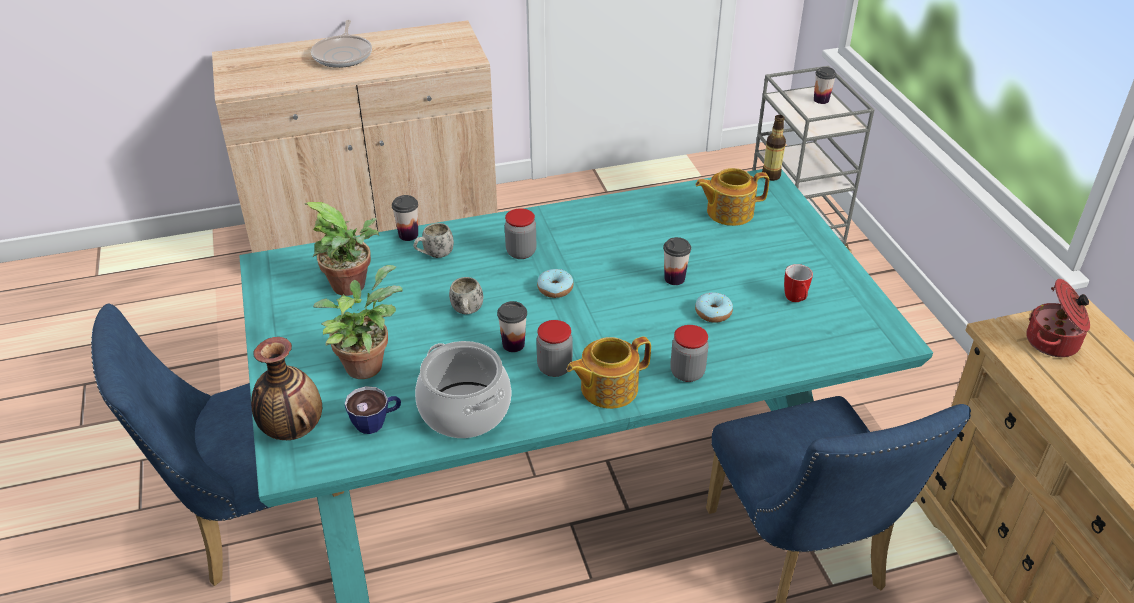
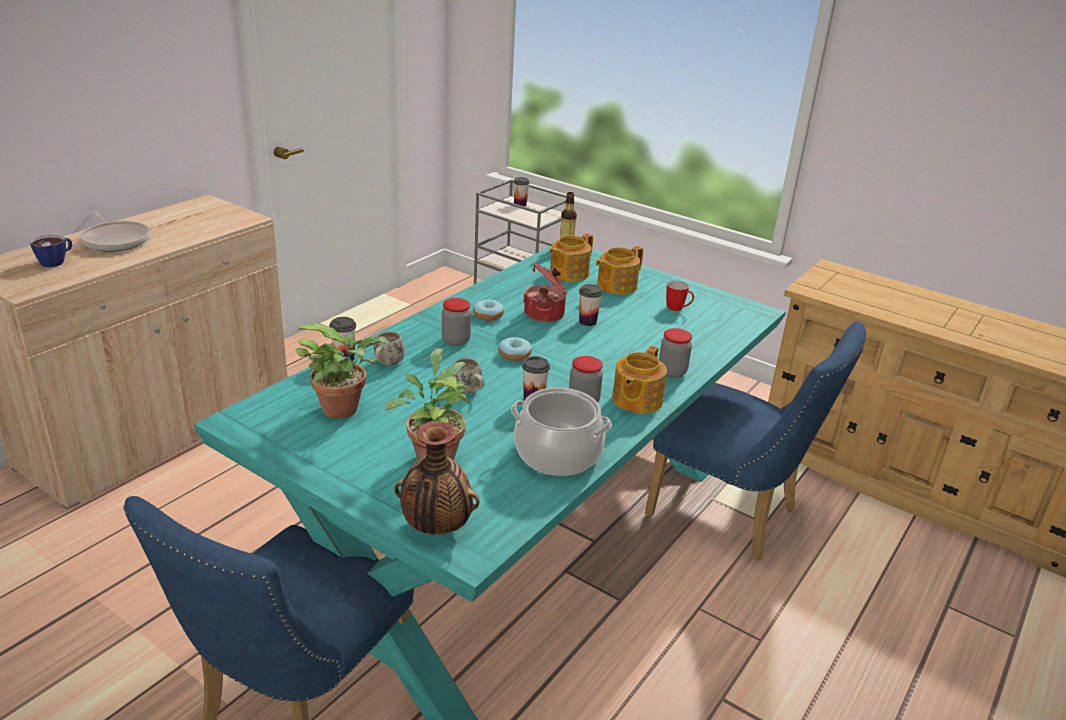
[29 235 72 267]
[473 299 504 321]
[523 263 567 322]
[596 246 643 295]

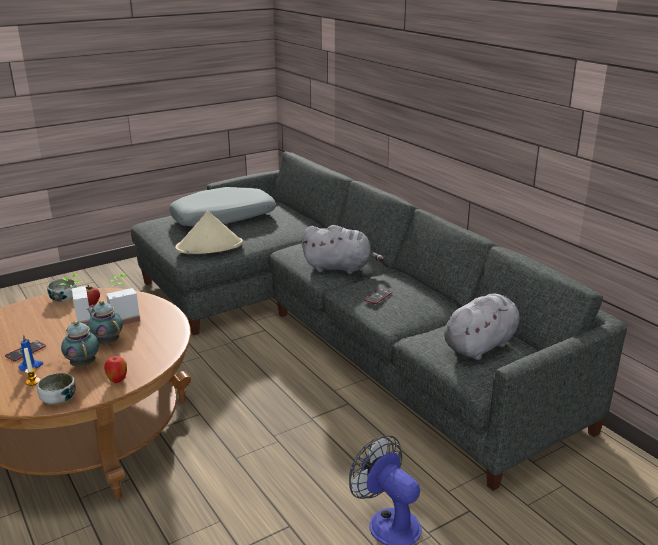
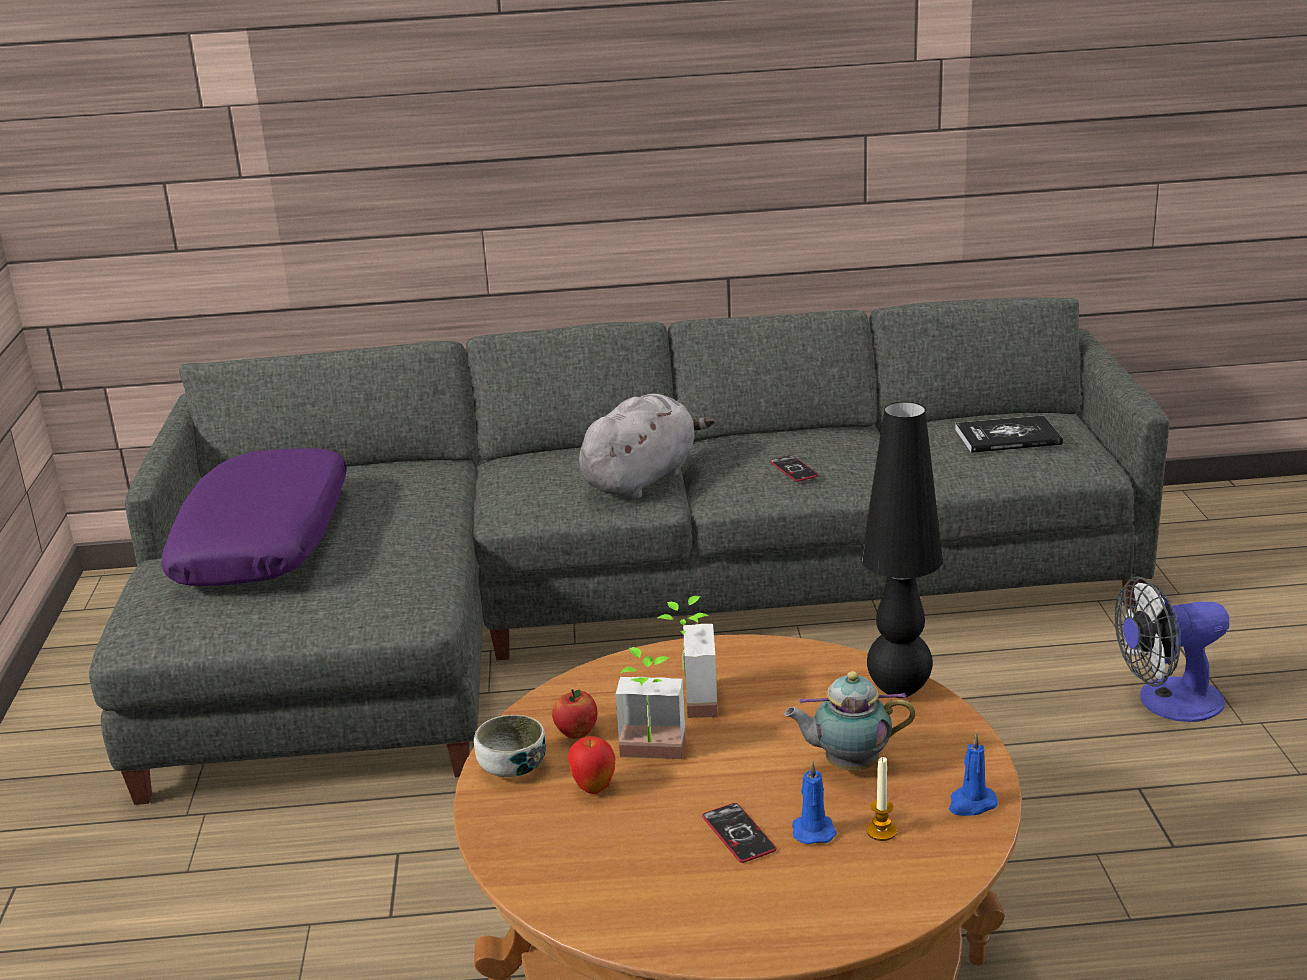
[949 732 998 816]
[87 300 123 345] (first image)
[568 736 615 794]
[161 448 347 586]
[175 211 243 254] (first image)
[955 415 1063 453]
[861 402 943 698]

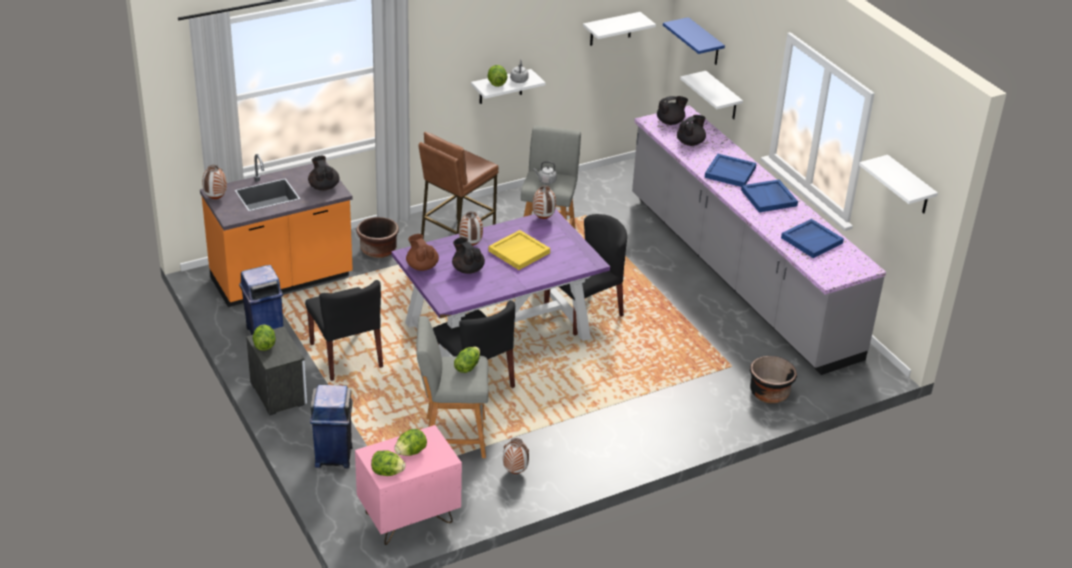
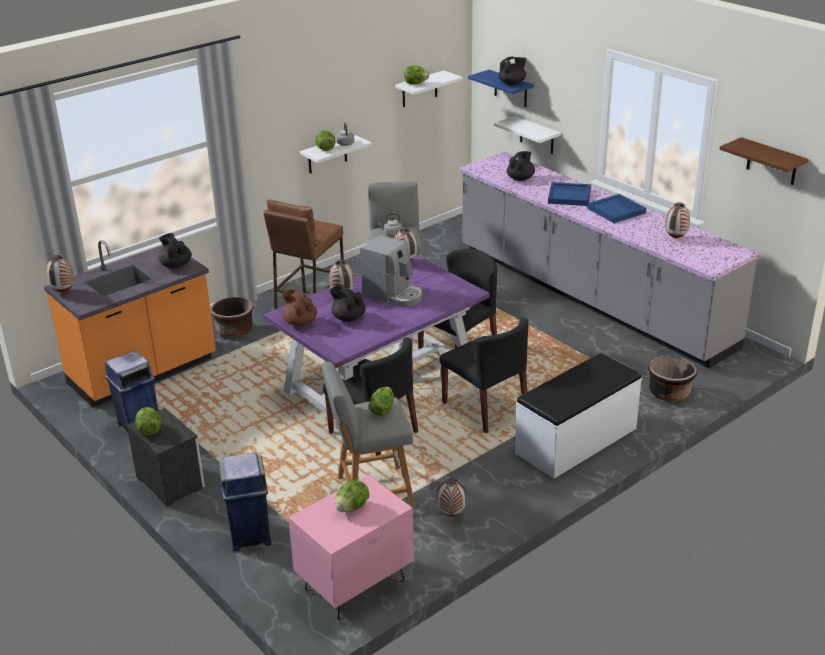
[439 318 529 433]
[404 65 429 84]
[360 235 422 307]
[498 57 526 85]
[665 202 690 238]
[719 137 809 185]
[515 353 642 478]

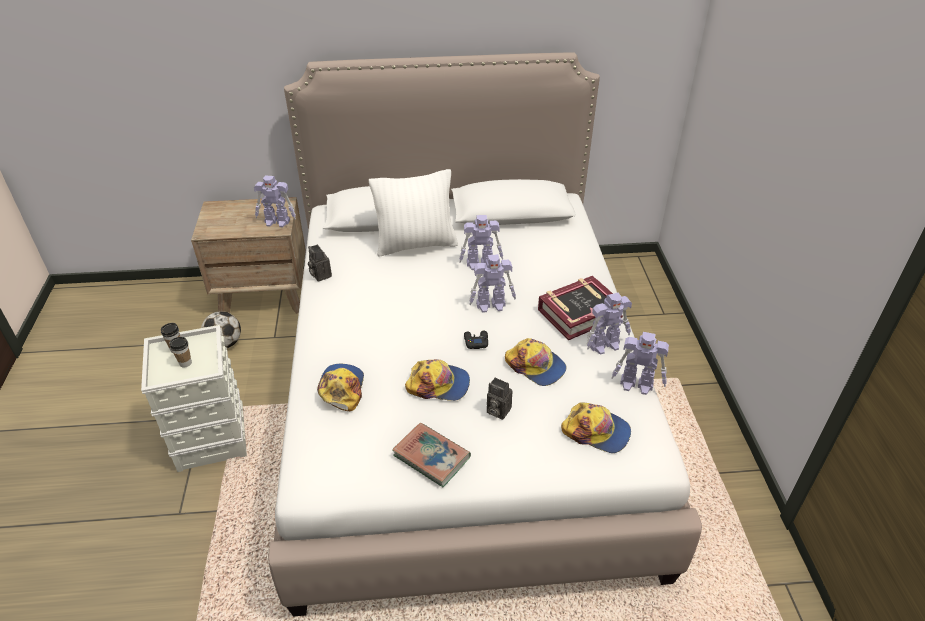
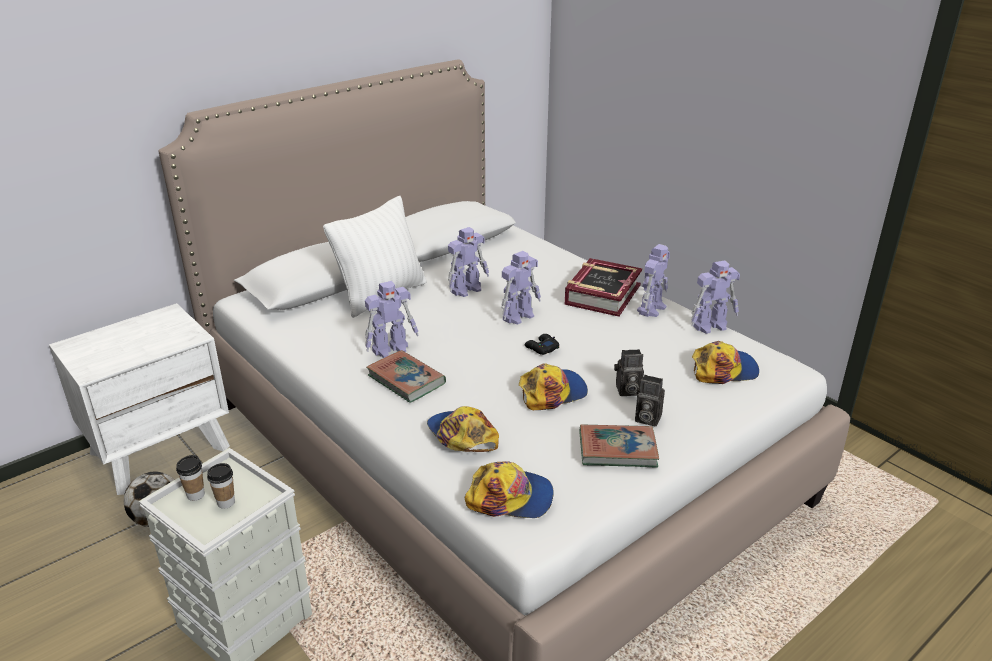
[49 303 230 495]
[365 281 419 358]
[635 375 665 427]
[465 461 554 518]
[366 350 446 403]

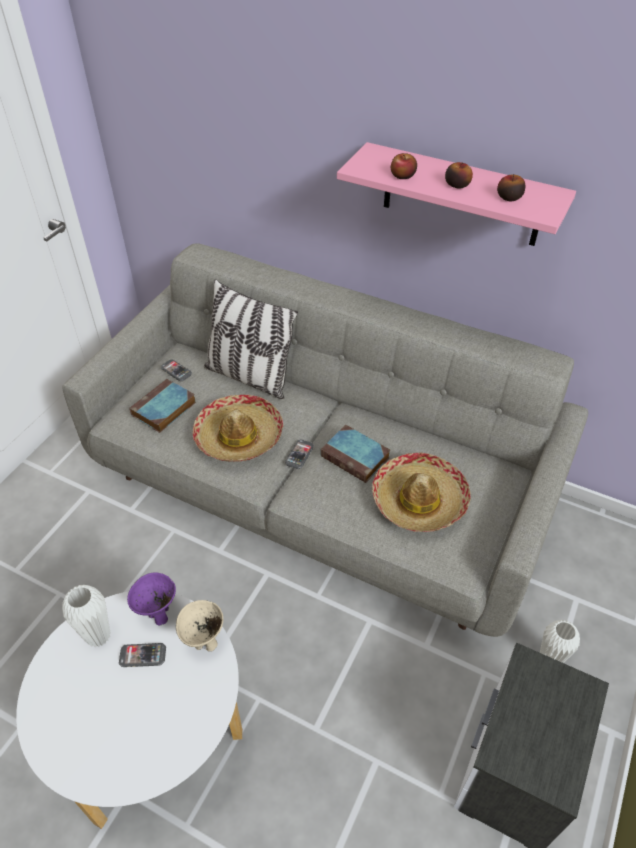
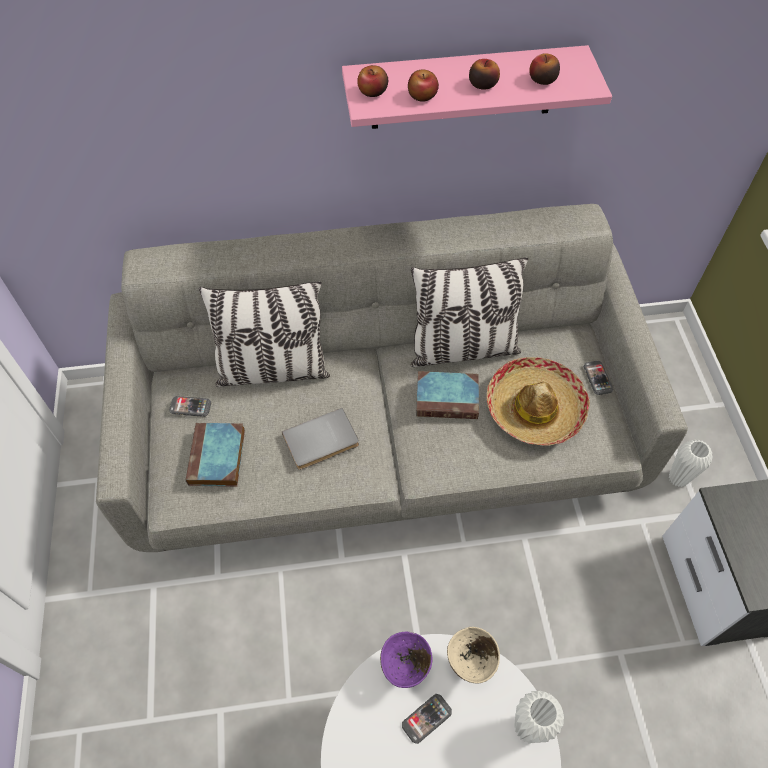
[514 691 564 743]
[282 408 359 470]
[583 360 613 395]
[357 65 388 97]
[411 257 528 367]

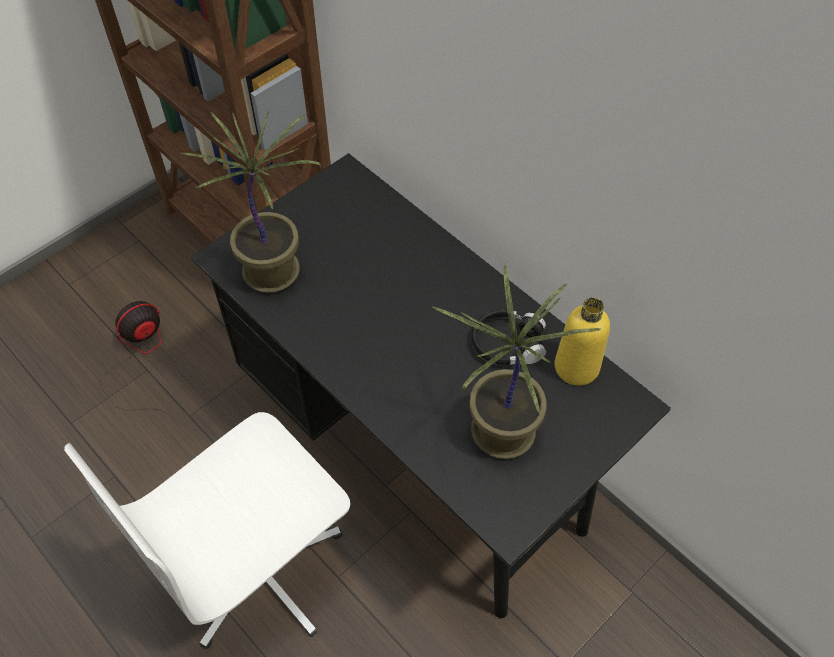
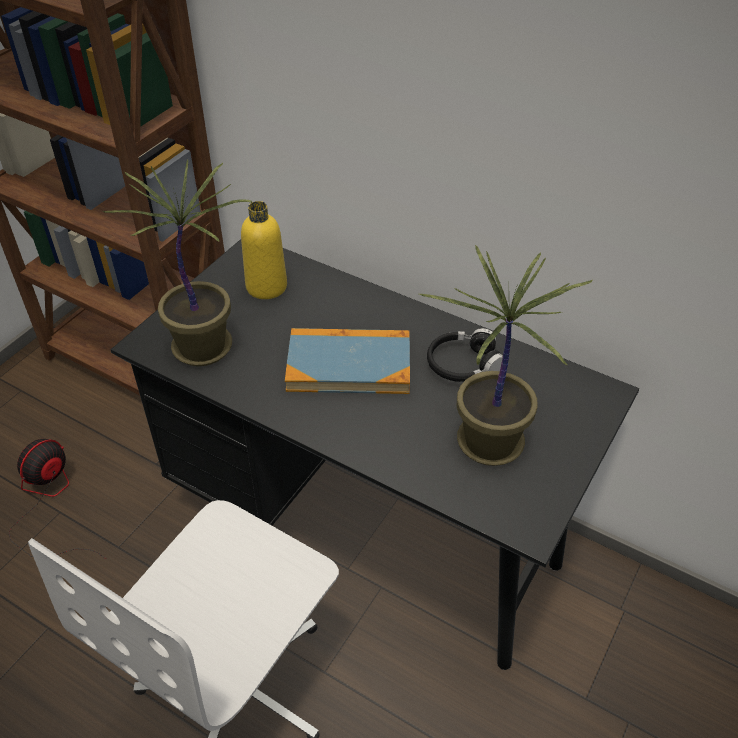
[241 201 287 299]
[285 328 410 394]

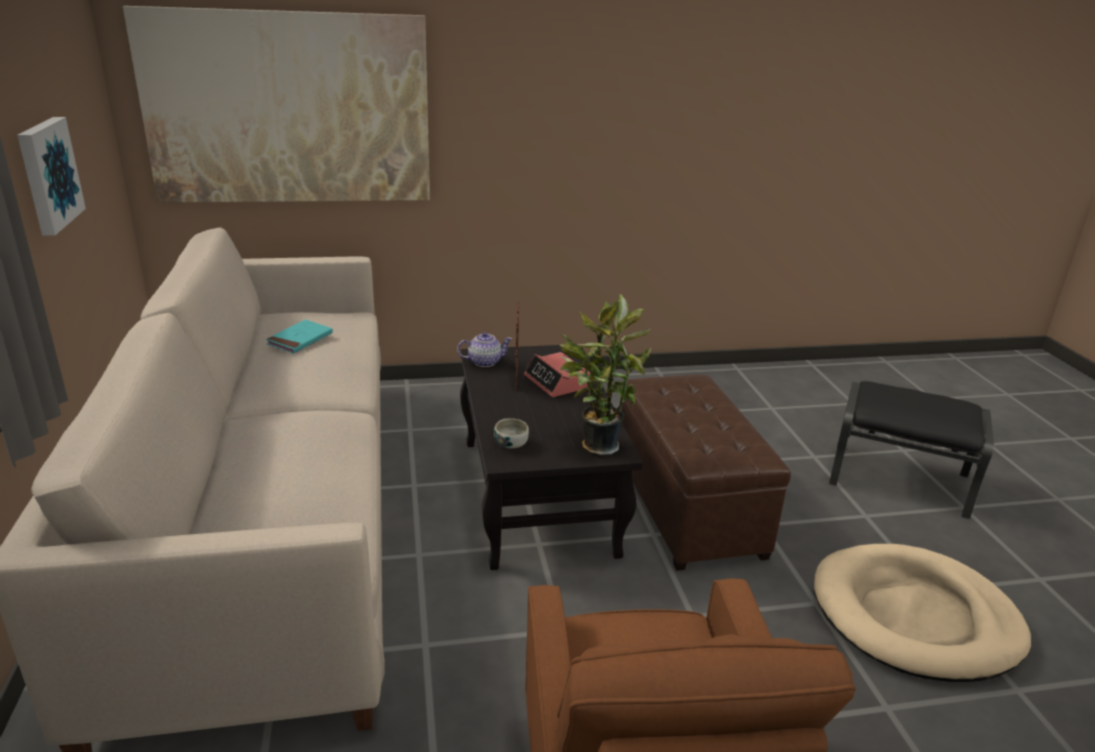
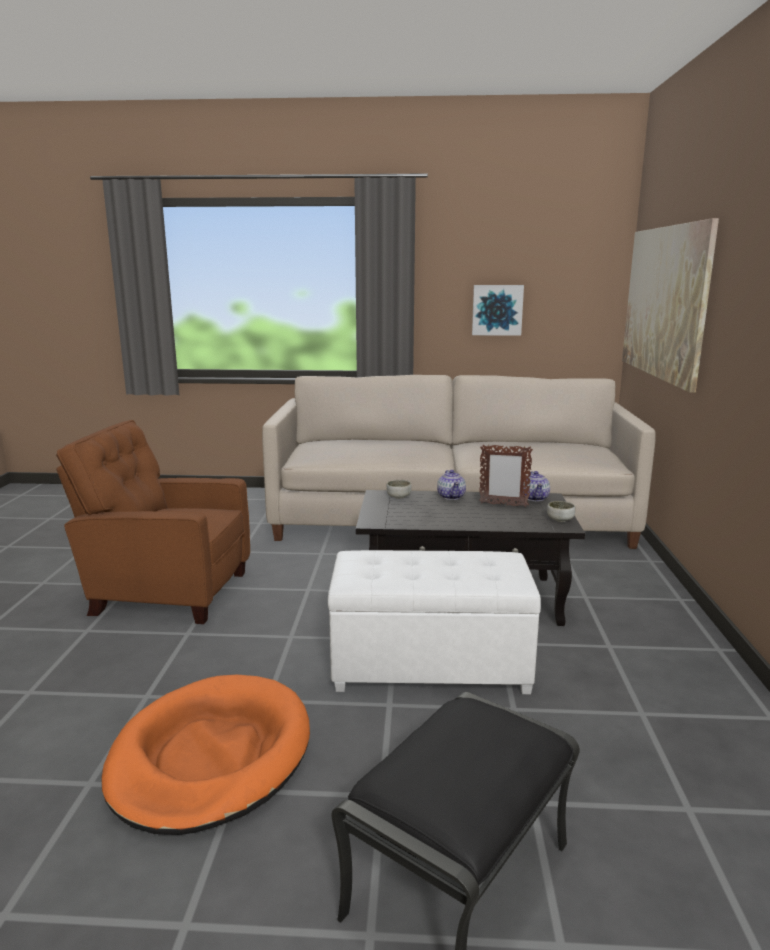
[266 319 333 353] (first image)
[524 352 590 397] (first image)
[559 294 651 456] (first image)
[328 550 541 694]
[101 674 310 835]
[437 470 466 500]
[547 501 575 522]

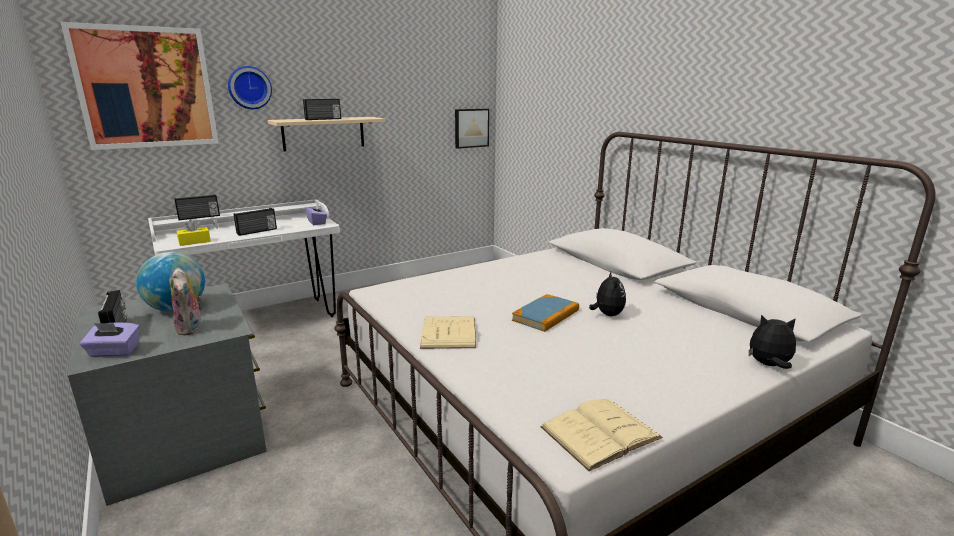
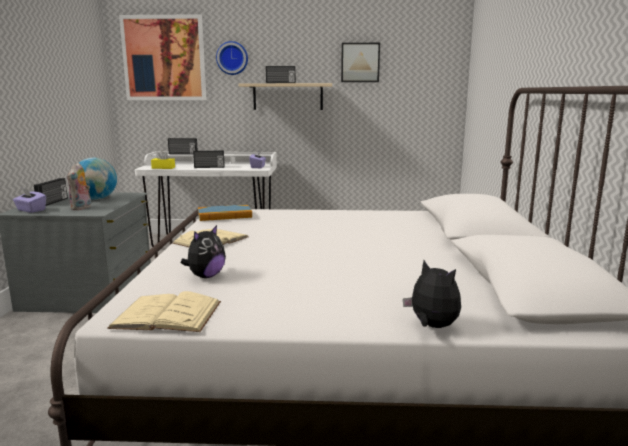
[341 43 380 82]
[198 205 252 221]
[181 225 226 278]

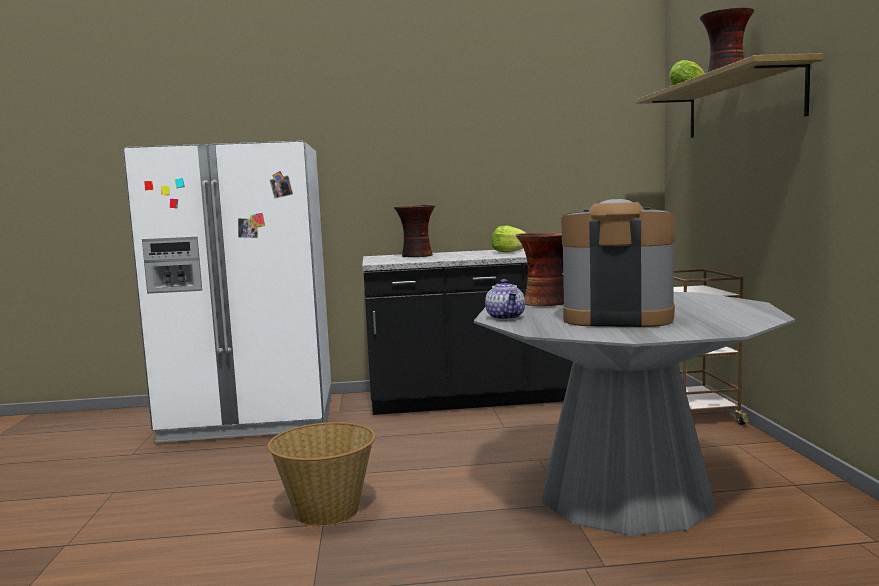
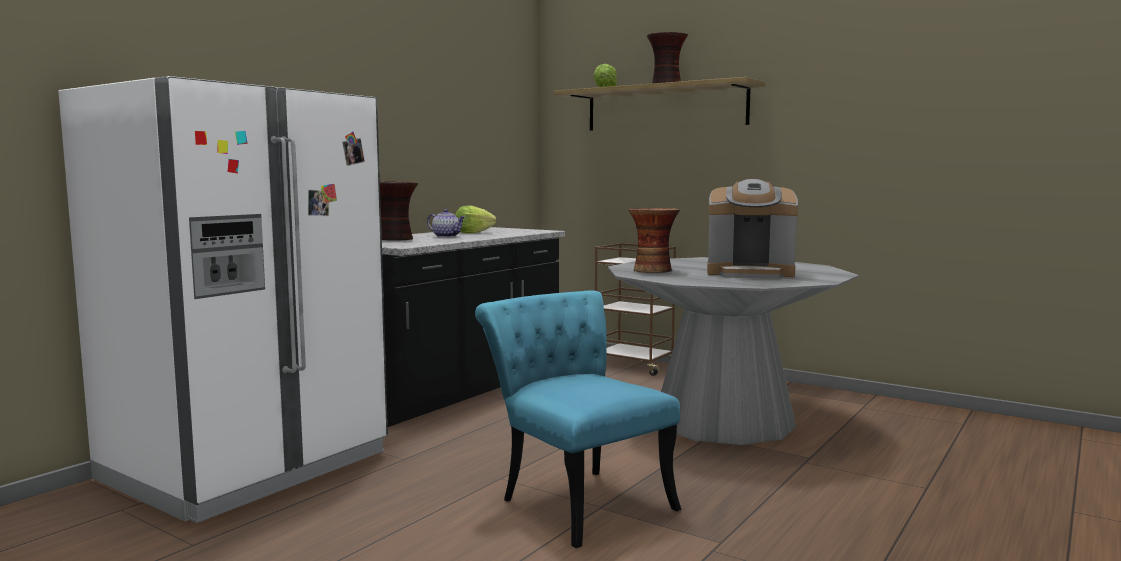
[475 291 681 548]
[427 209 465 238]
[707 179 798 279]

